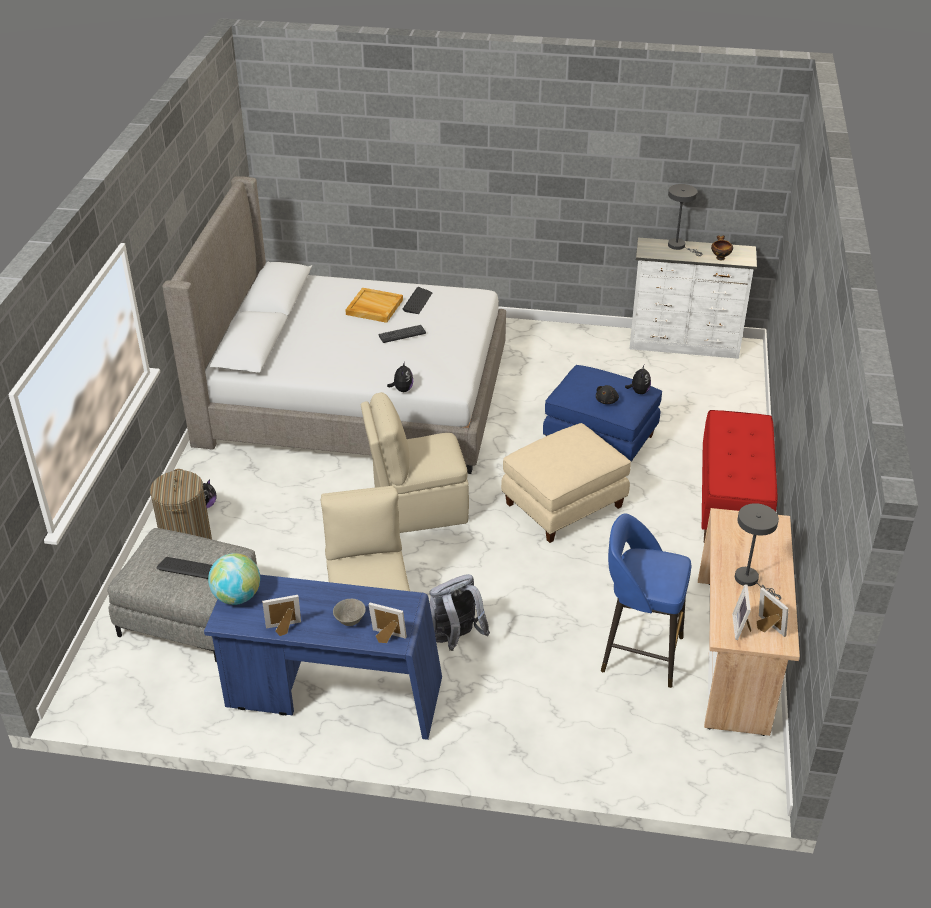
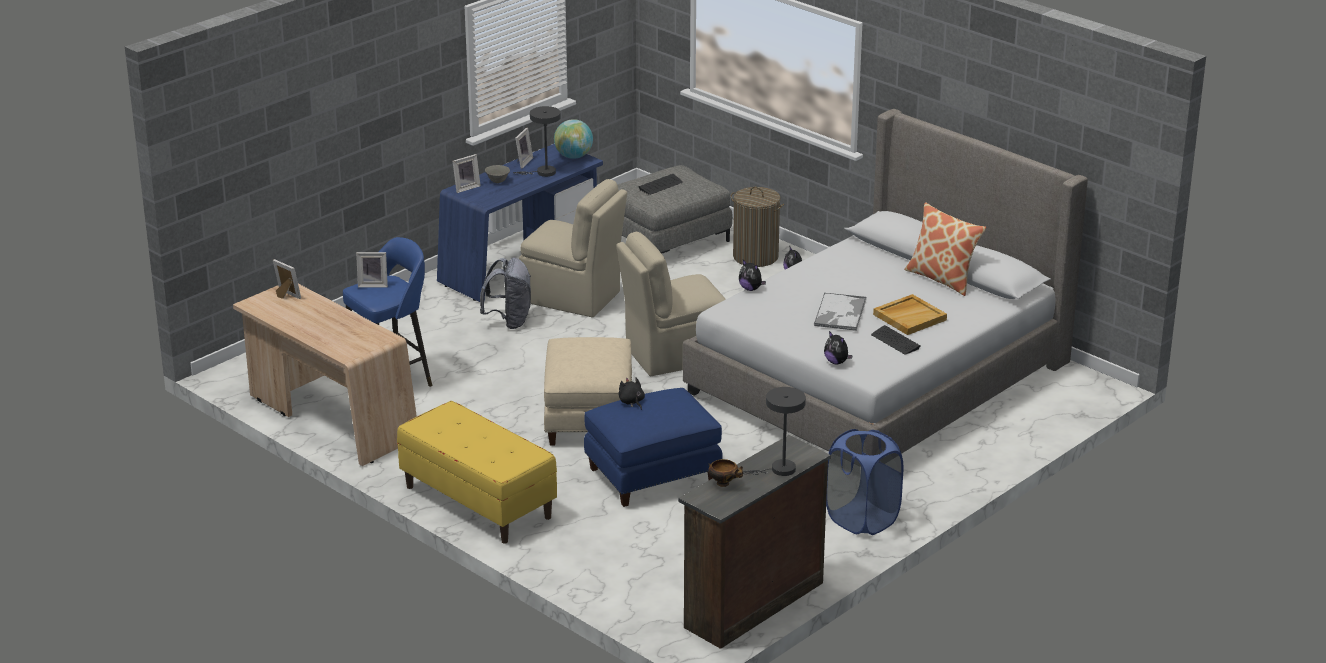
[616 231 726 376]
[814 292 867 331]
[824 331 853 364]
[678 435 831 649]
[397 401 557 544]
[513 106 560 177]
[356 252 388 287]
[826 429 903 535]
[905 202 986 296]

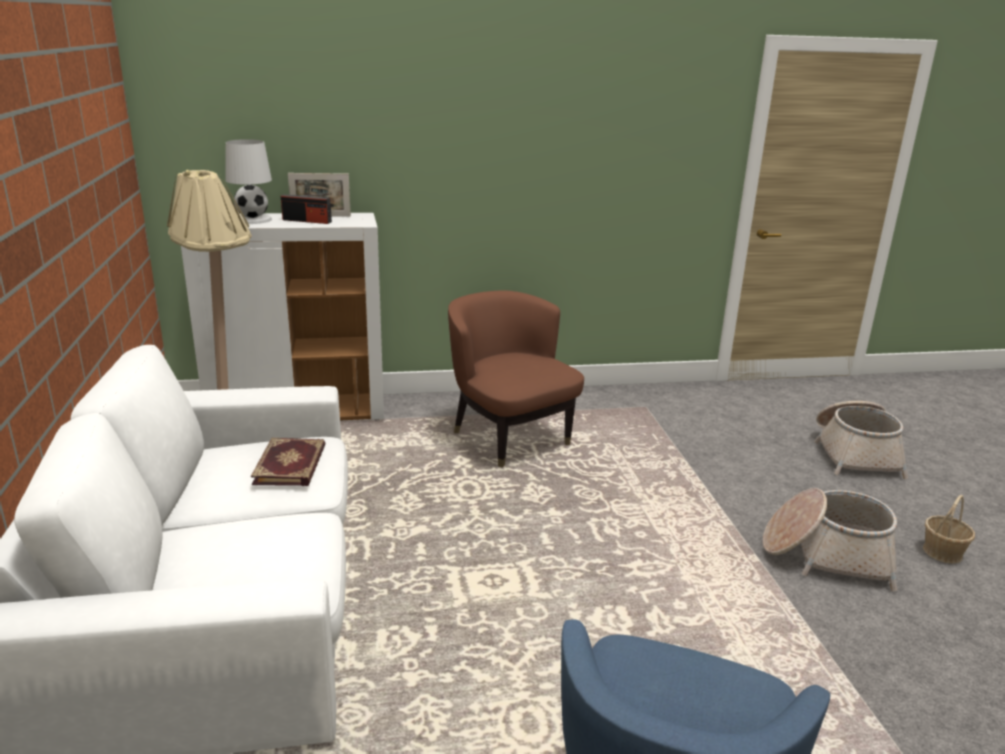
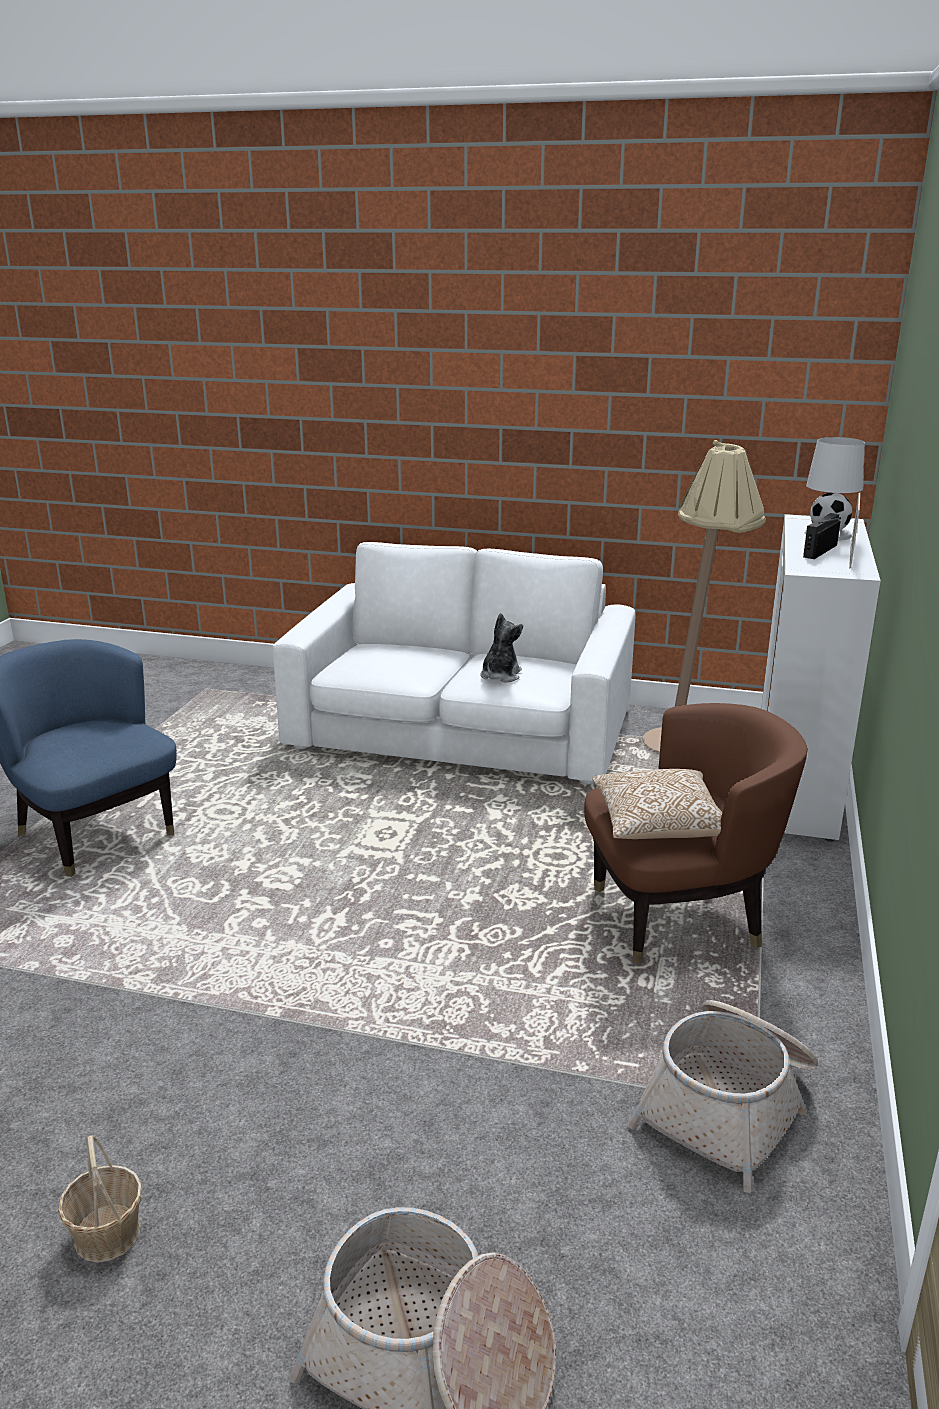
[480 613 523 683]
[627 1000 818 1193]
[592 769 722 839]

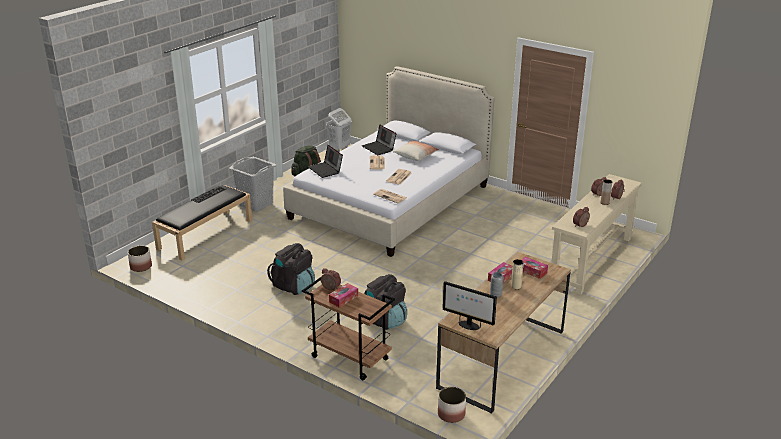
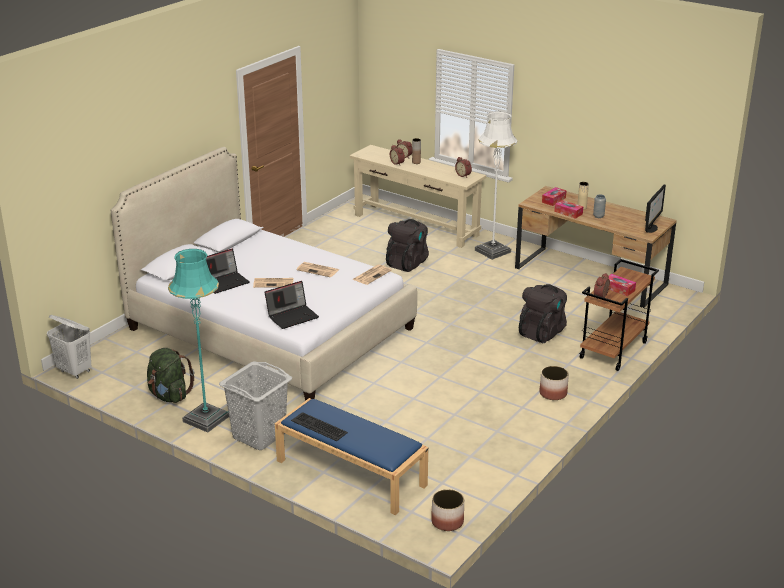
[275 398 428 515]
[386 219 429 272]
[393 141 439 161] (first image)
[540 366 569 400]
[168 249 229 432]
[475 111 517 260]

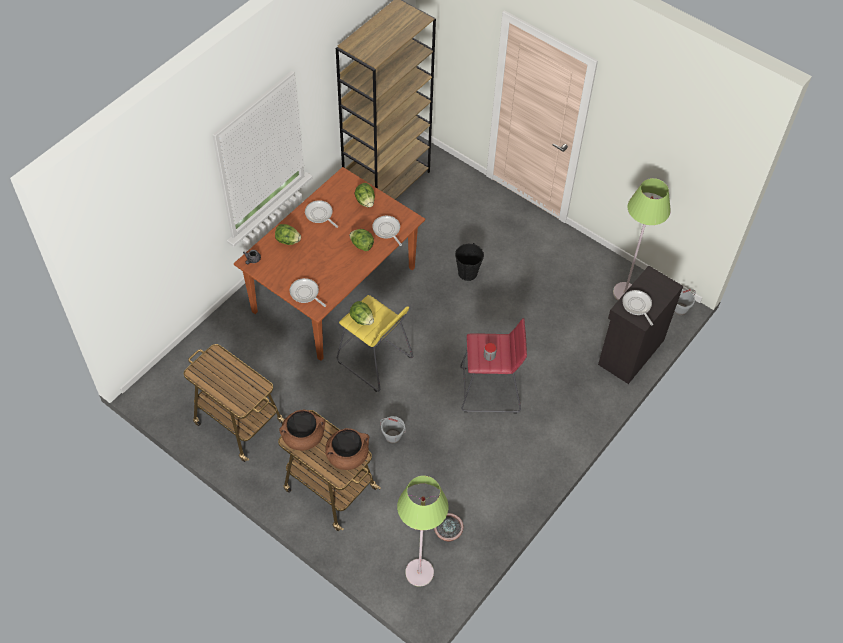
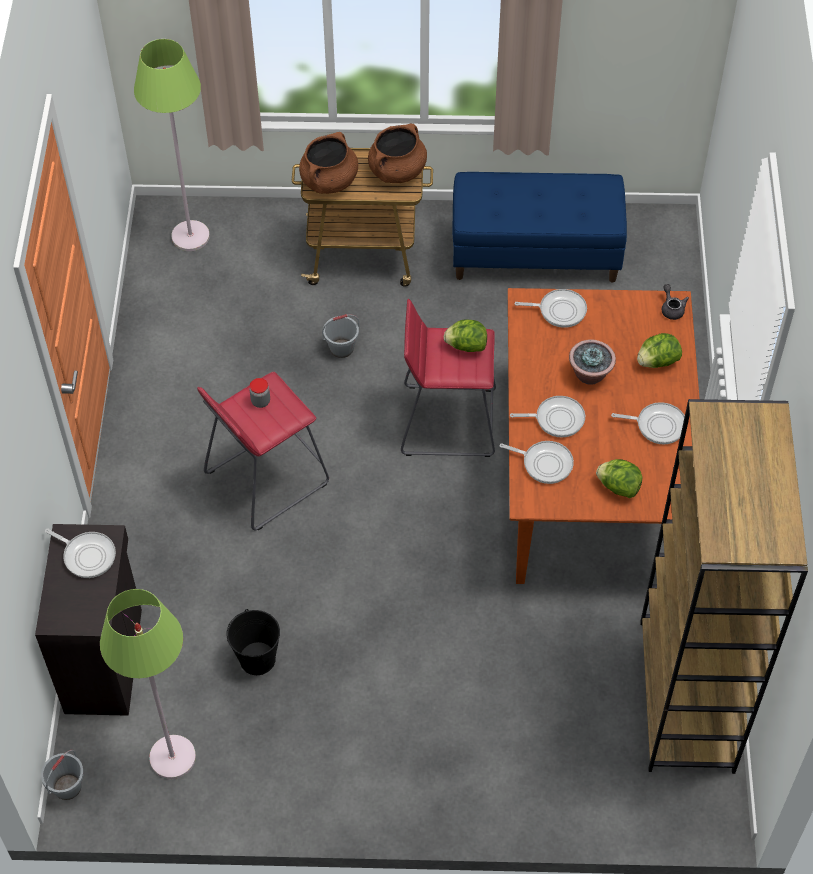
[452 172 627 282]
[401 299 496 457]
[510 396 585 437]
[569 339 616 385]
[226 609 280 675]

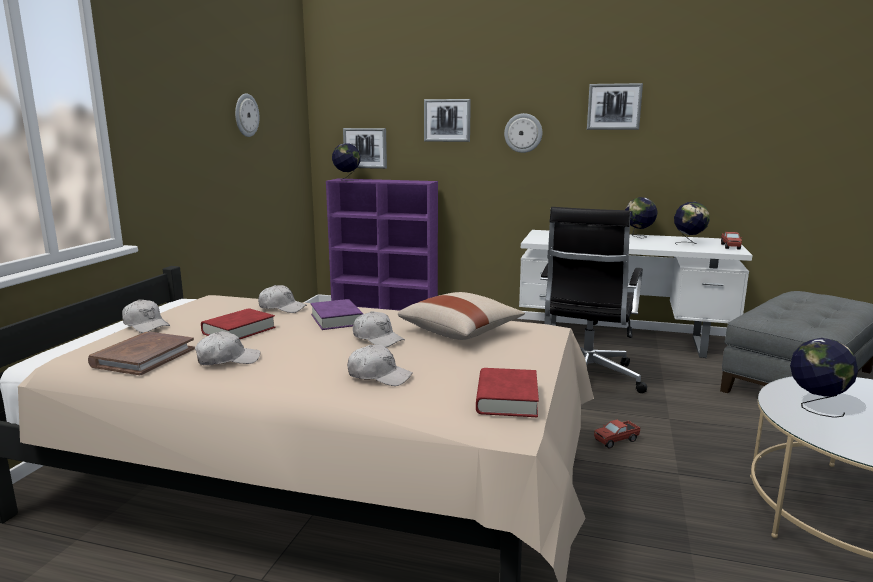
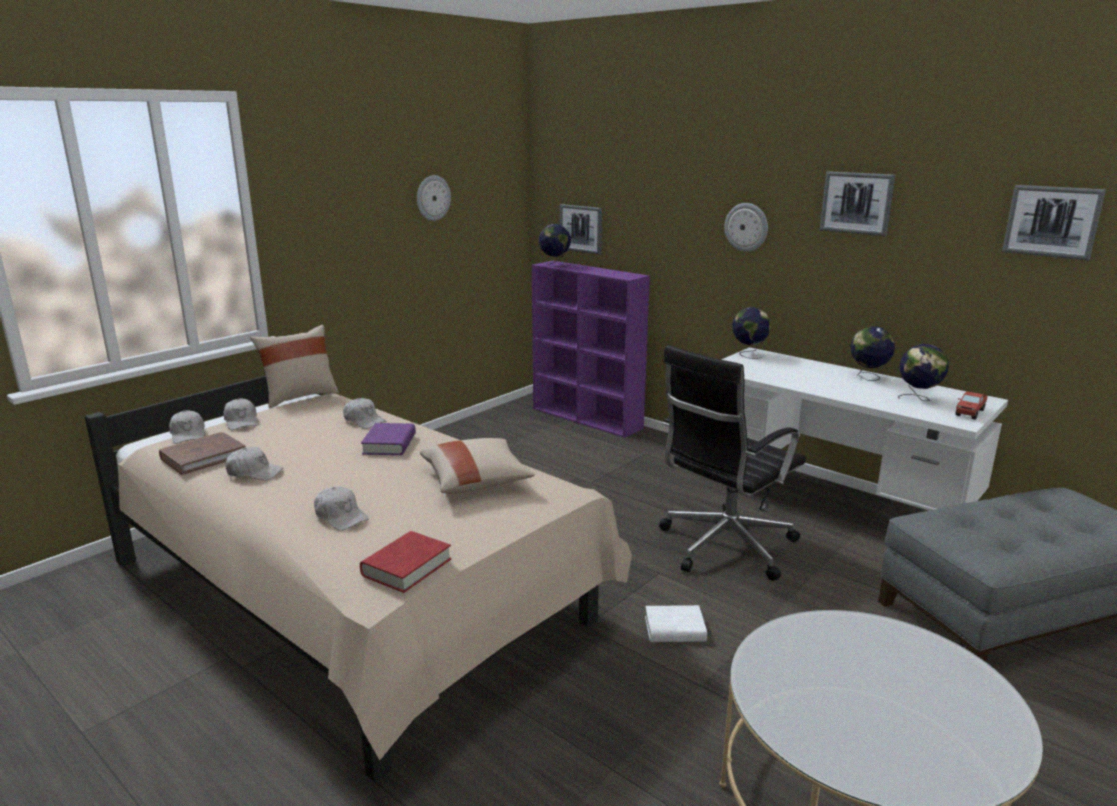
[201 308 276 339] (first image)
[169 410 205 444]
[1002 185 1106 261]
[645 605 707 642]
[732 307 770 359]
[250 325 339 408]

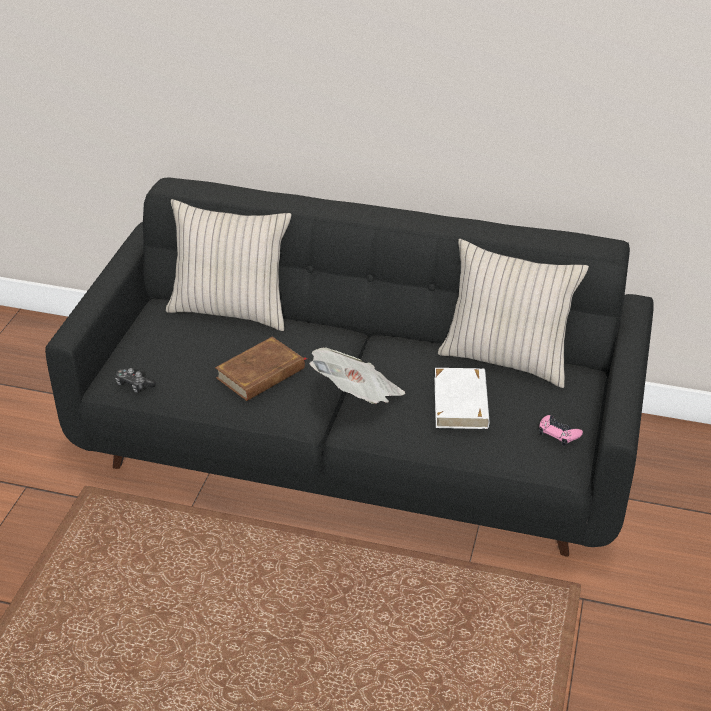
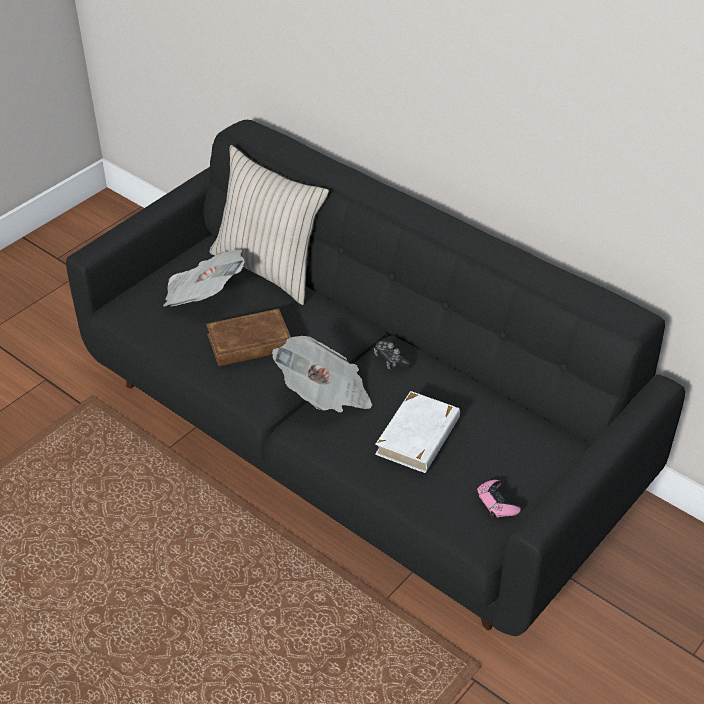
[374 341 412 369]
[438 239 589 388] (first image)
[163 249 245 307]

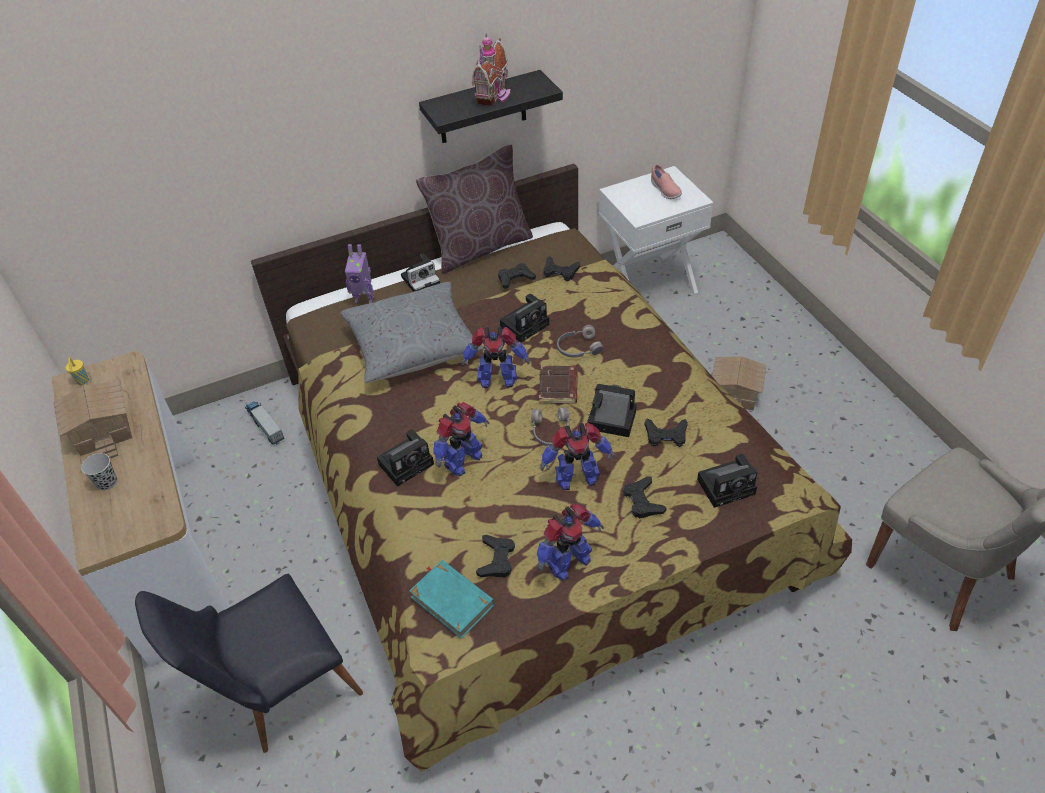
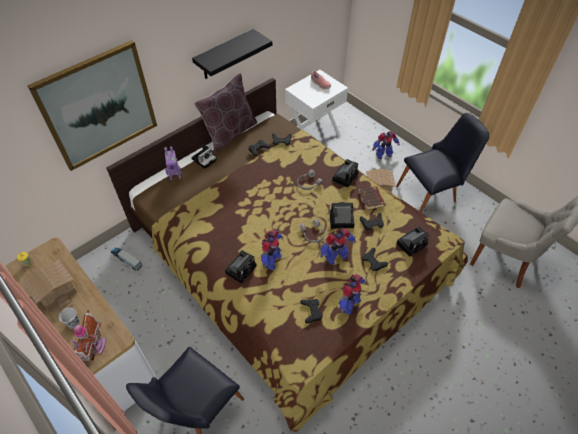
[341 282 484 383] (first image)
[409 560 495 639] (first image)
[372 131 400 159]
[72 310 106 361]
[332 159 358 187]
[358 186 385 210]
[27 40 157 171]
[396 113 489 212]

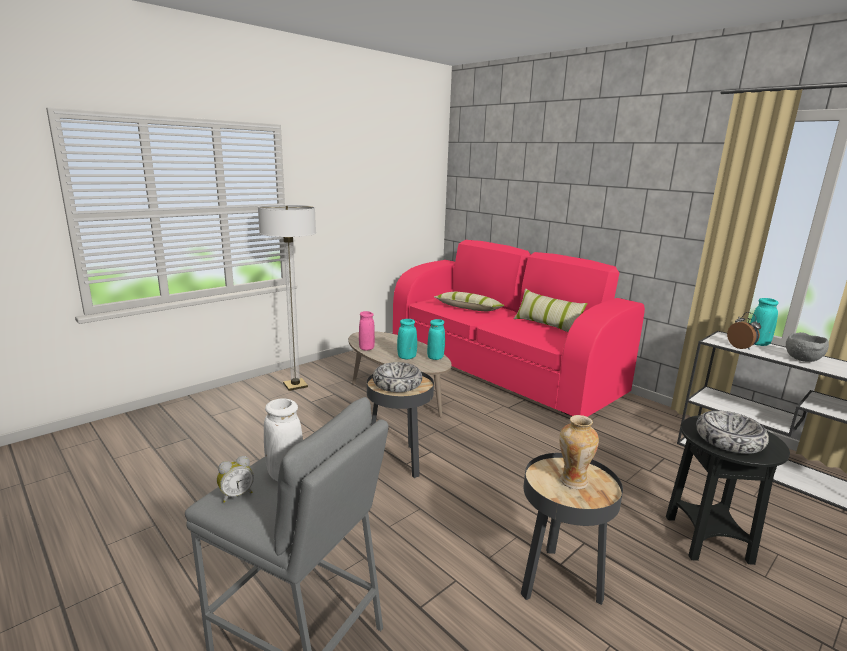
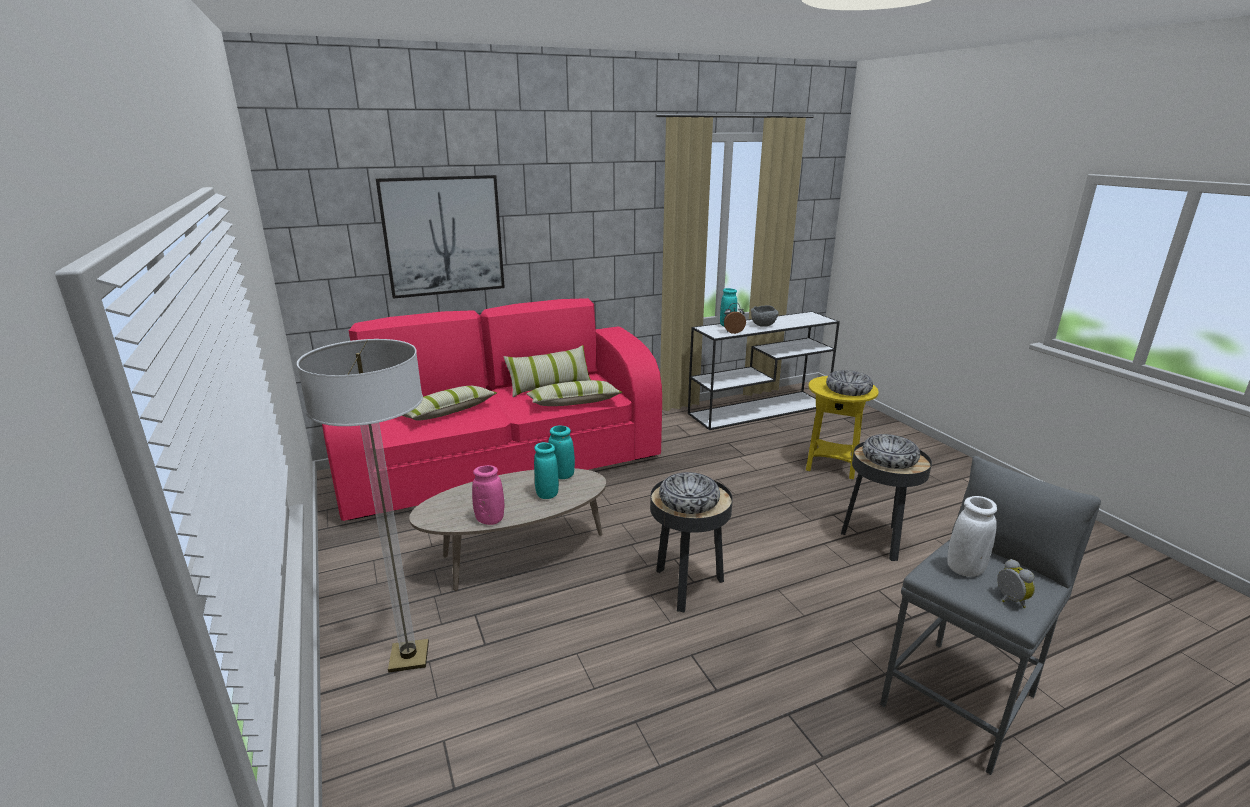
[863 434 920 469]
[806 376 879 479]
[376 175 505 299]
[526 380 622 406]

